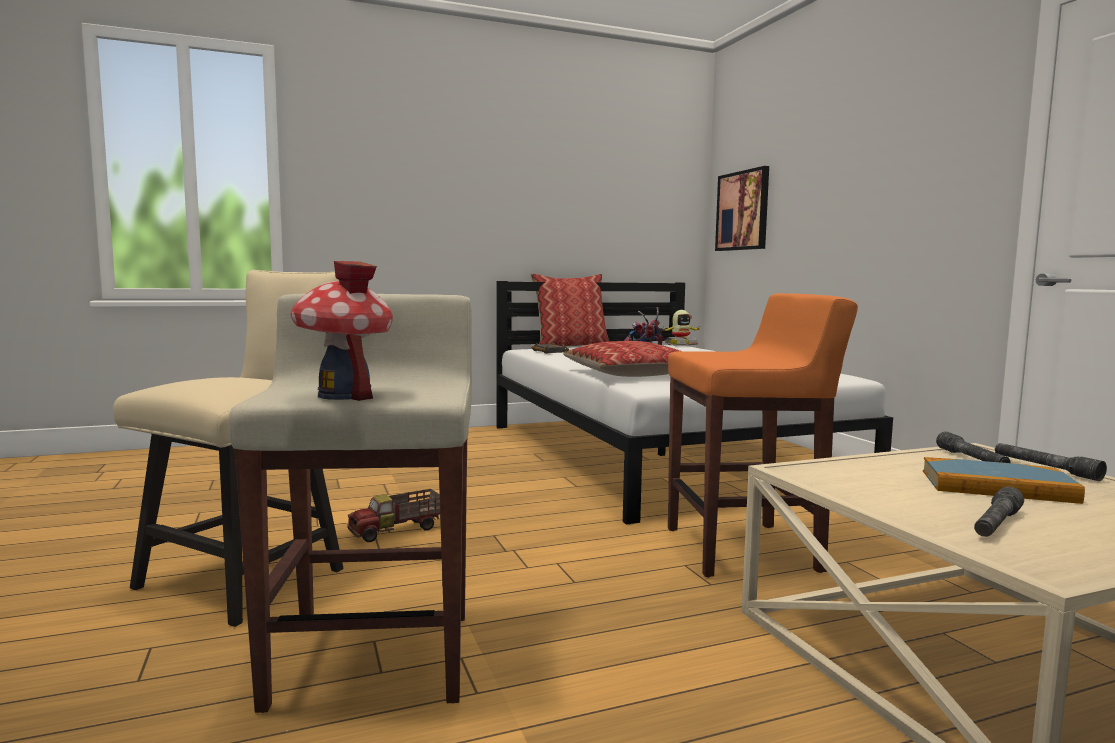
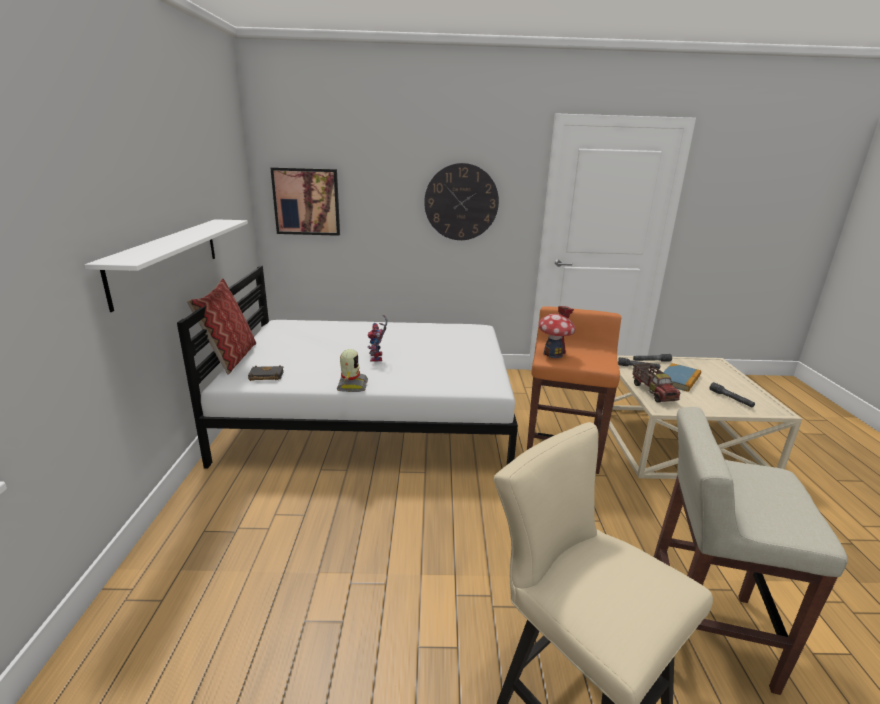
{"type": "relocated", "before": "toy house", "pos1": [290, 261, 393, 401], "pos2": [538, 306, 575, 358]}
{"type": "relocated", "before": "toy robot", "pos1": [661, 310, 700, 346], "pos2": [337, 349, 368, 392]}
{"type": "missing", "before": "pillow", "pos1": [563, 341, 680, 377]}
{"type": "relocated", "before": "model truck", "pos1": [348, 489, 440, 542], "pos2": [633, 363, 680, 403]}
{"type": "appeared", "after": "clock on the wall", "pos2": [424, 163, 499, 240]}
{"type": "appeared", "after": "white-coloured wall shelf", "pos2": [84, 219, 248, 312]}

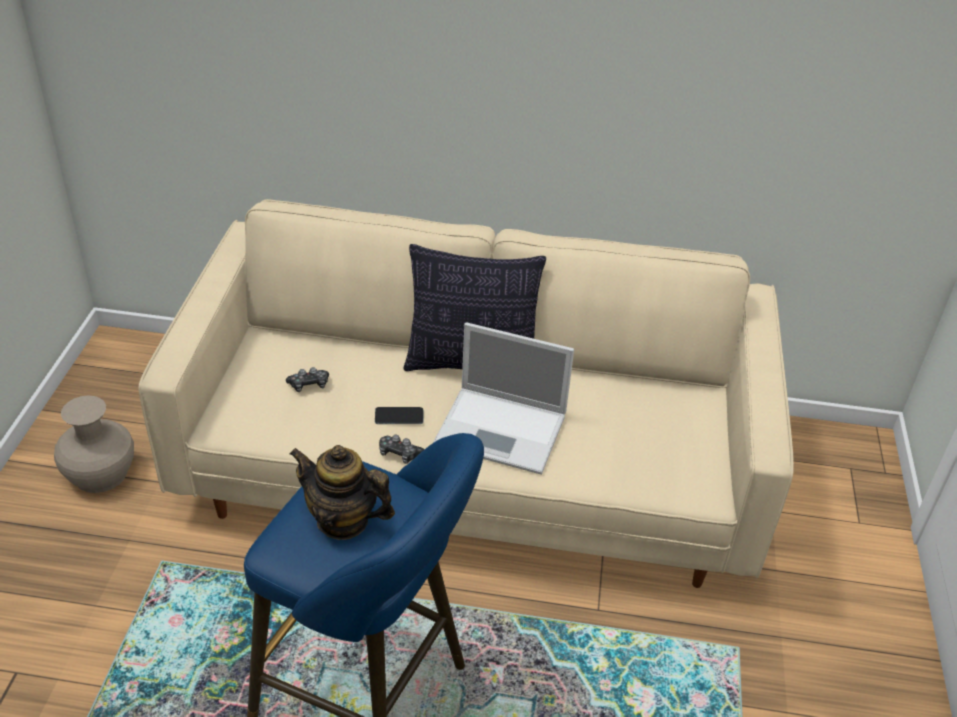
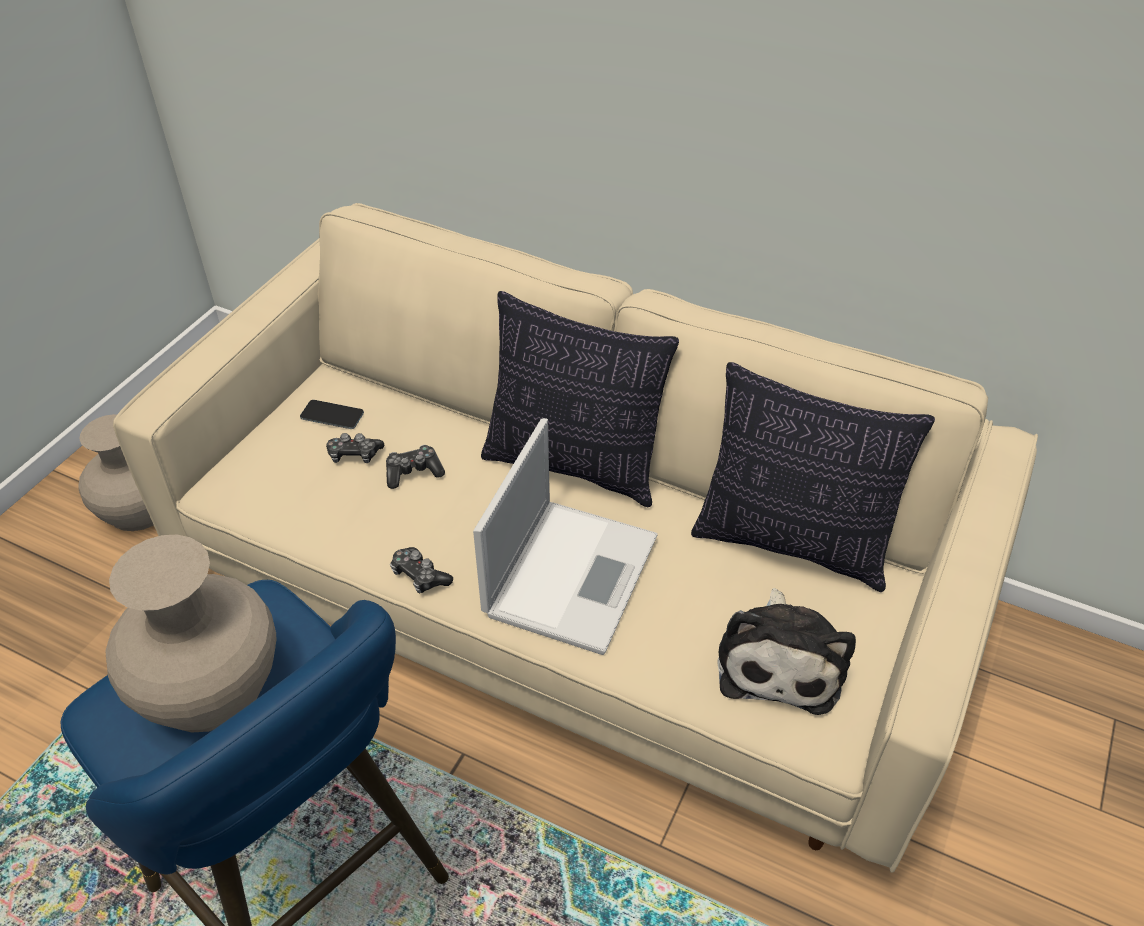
{"type": "spun", "before": "portable computer", "pos1": [433, 322, 574, 475], "pos2": [473, 418, 658, 655], "turn": -105}
{"type": "relocated", "before": "telephone", "pos1": [375, 407, 423, 424], "pos2": [300, 400, 364, 429]}
{"type": "exchanged", "before": "pot for tea", "after": "beige vase", "pos1": [290, 445, 395, 540], "pos2": [105, 535, 276, 733]}
{"type": "appeared", "after": "pillow", "pos2": [691, 362, 935, 592]}
{"type": "appeared", "after": "joypad", "pos2": [386, 445, 445, 489]}
{"type": "appeared", "after": "soft toy", "pos2": [717, 588, 856, 715]}

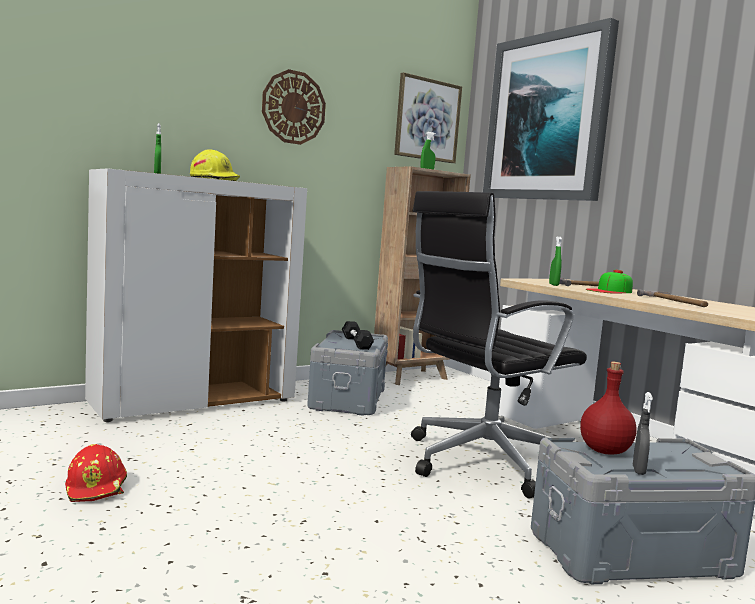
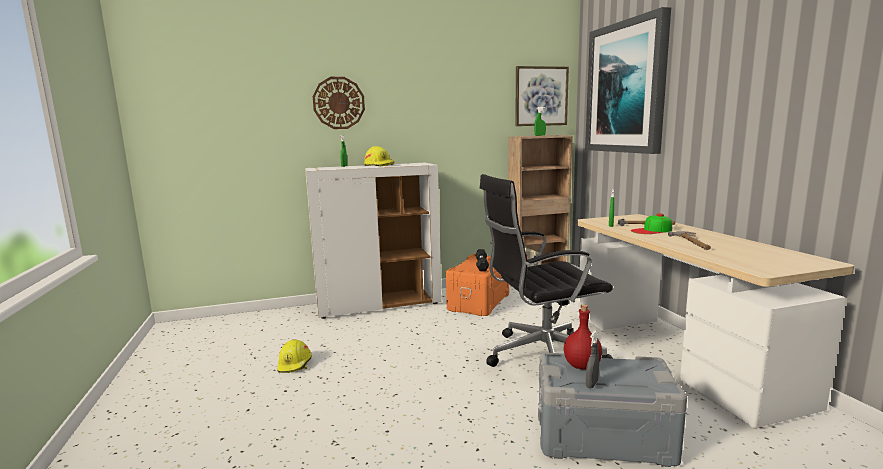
{"type": "relocated", "before": "clock on the wall", "pos1": [262, 69, 326, 145], "pos2": [313, 77, 365, 129]}
{"type": "colour", "before": "grey storage box", "after": "orange storage box", "pos1": [307, 330, 388, 416], "pos2": [446, 254, 509, 316]}
{"type": "colour", "before": "red work helmet", "after": "yellow work helmet", "pos1": [65, 444, 127, 502], "pos2": [277, 339, 312, 373]}

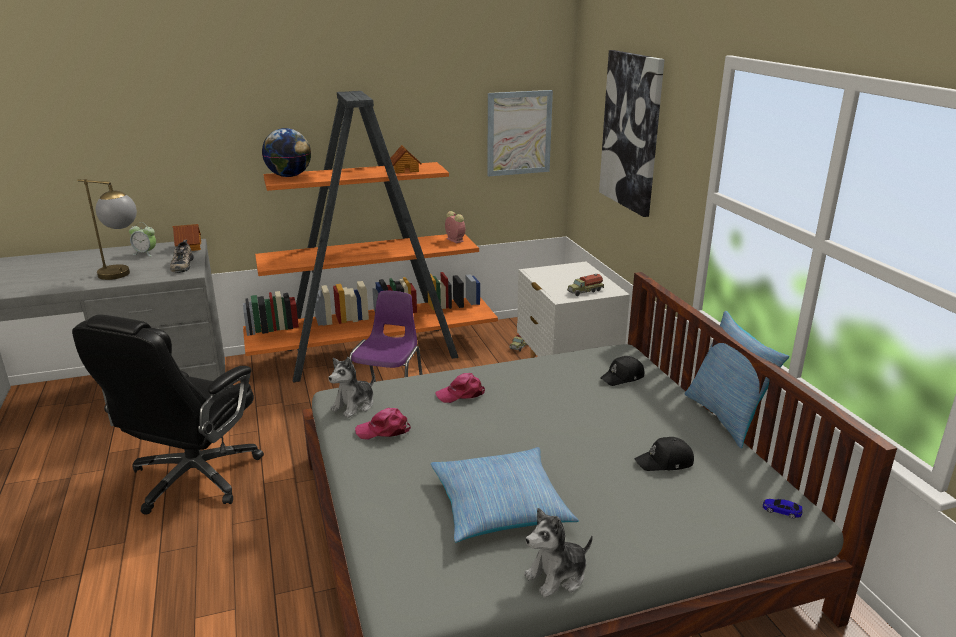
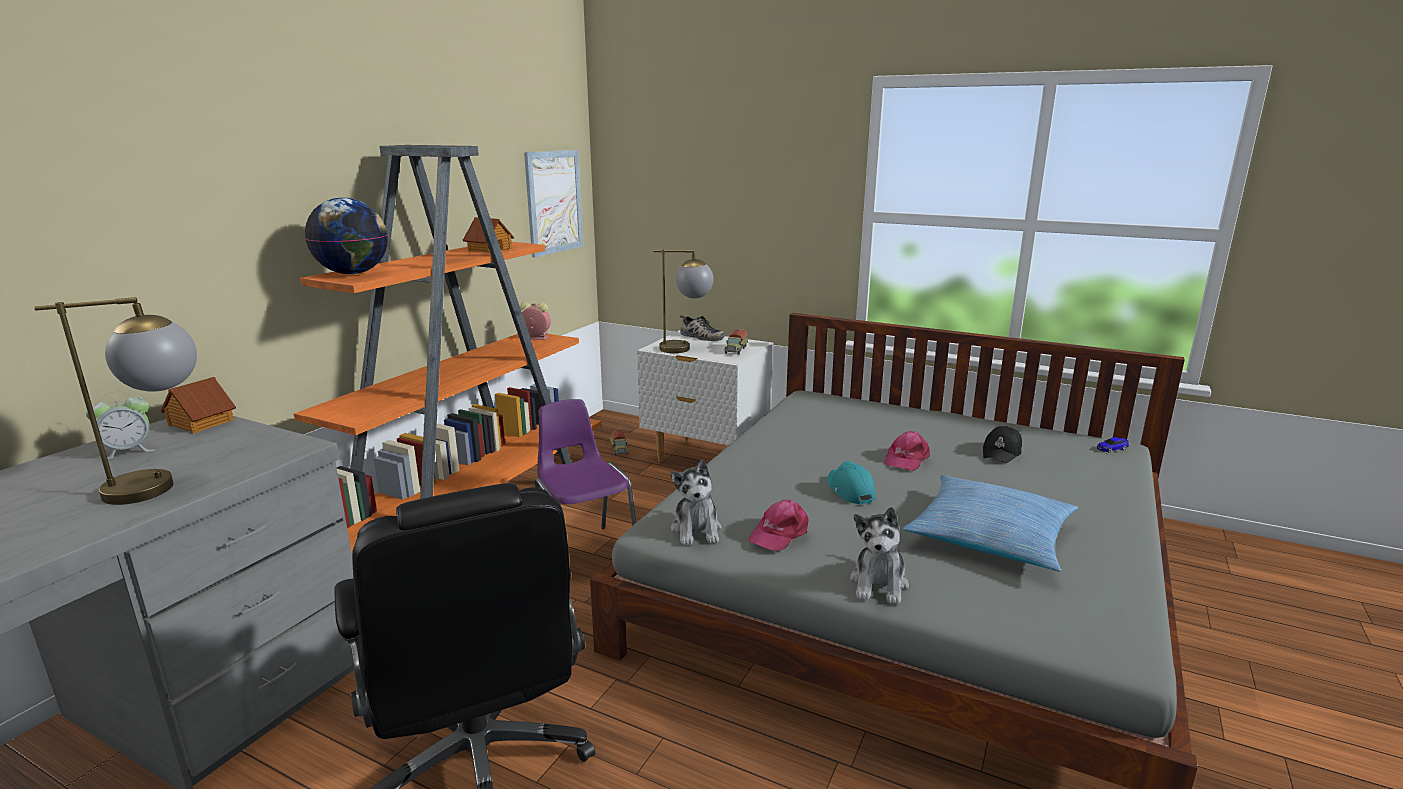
{"type": "missing", "before": "wall art", "pos1": [599, 50, 665, 217]}
{"type": "relocated", "before": "item of footwear", "pos1": [170, 240, 194, 273], "pos2": [680, 315, 725, 341]}
{"type": "missing", "before": "pillow", "pos1": [685, 311, 790, 448]}
{"type": "missing", "before": "blackish peaked cap", "pos1": [600, 356, 644, 386]}
{"type": "relocated", "before": "pink peaked cap", "pos1": [435, 373, 485, 403], "pos2": [885, 431, 930, 471]}
{"type": "relocated", "before": "soft toy", "pos1": [524, 508, 593, 598], "pos2": [850, 507, 909, 604]}
{"type": "appeared", "after": "lamp for a table", "pos2": [654, 249, 714, 353]}
{"type": "appeared", "after": "turquoise peaked cap", "pos2": [827, 461, 876, 504]}

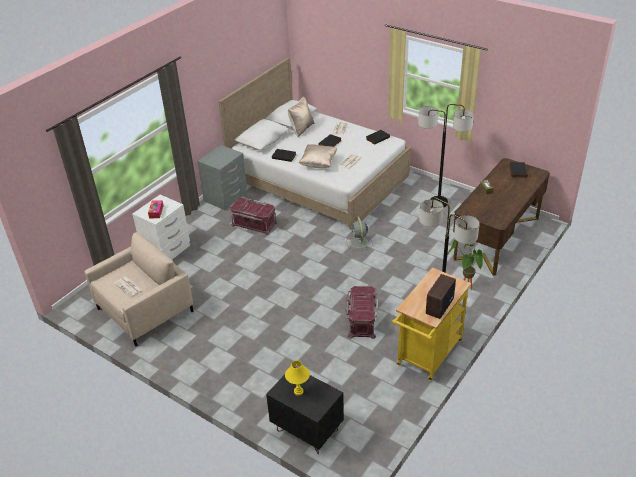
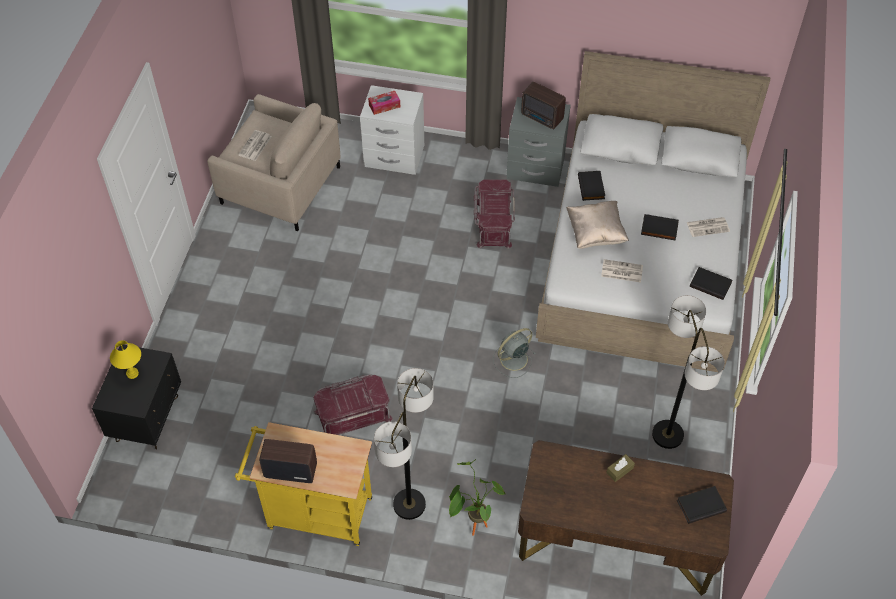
{"type": "missing", "before": "beige pillow", "pos1": [288, 97, 314, 137]}
{"type": "appeared", "after": "radio receiver", "pos2": [521, 82, 566, 129]}

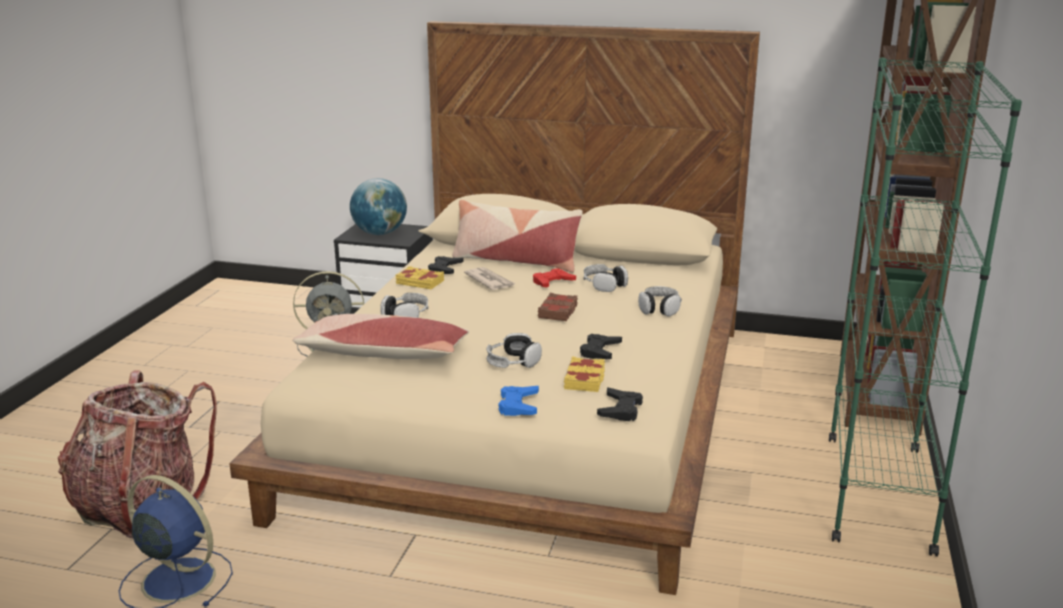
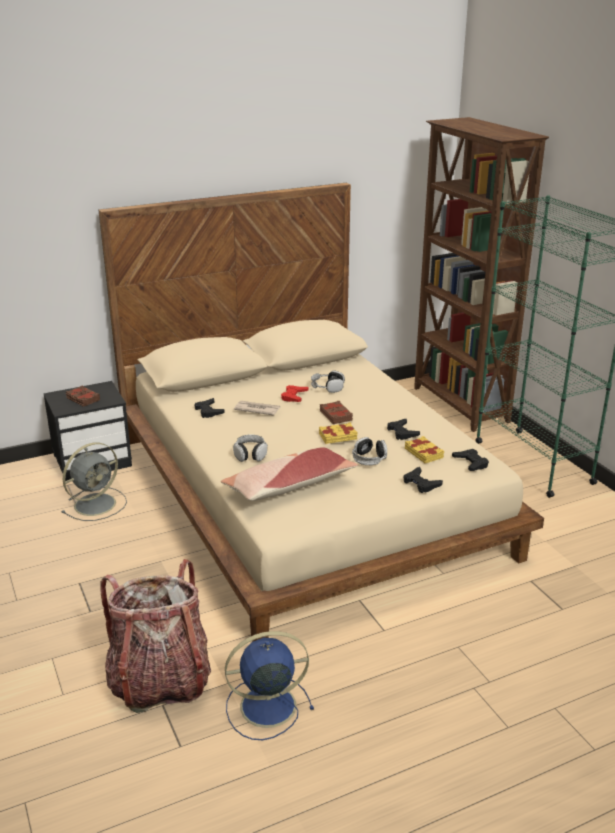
{"type": "exchanged", "before": "desk globe", "after": "brown-coloured book", "pos1": [350, 178, 407, 235], "pos2": [66, 385, 100, 407]}
{"type": "missing", "before": "pillow", "pos1": [452, 200, 583, 273]}
{"type": "relocated", "before": "yellow book", "pos1": [396, 266, 444, 289], "pos2": [319, 422, 358, 444]}
{"type": "missing", "before": "headset", "pos1": [638, 286, 682, 317]}
{"type": "colour", "before": "bluish joypad", "after": "blackish joypad", "pos1": [498, 386, 539, 416], "pos2": [403, 467, 443, 493]}

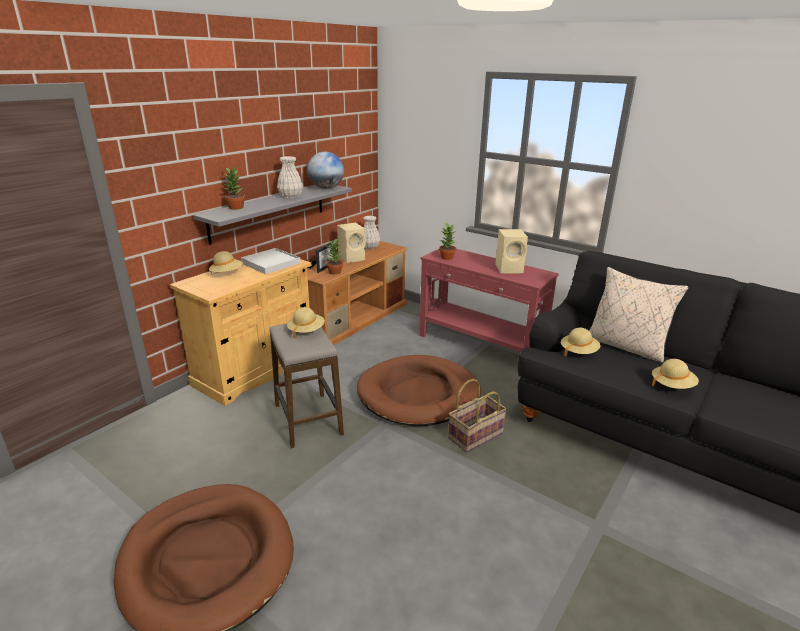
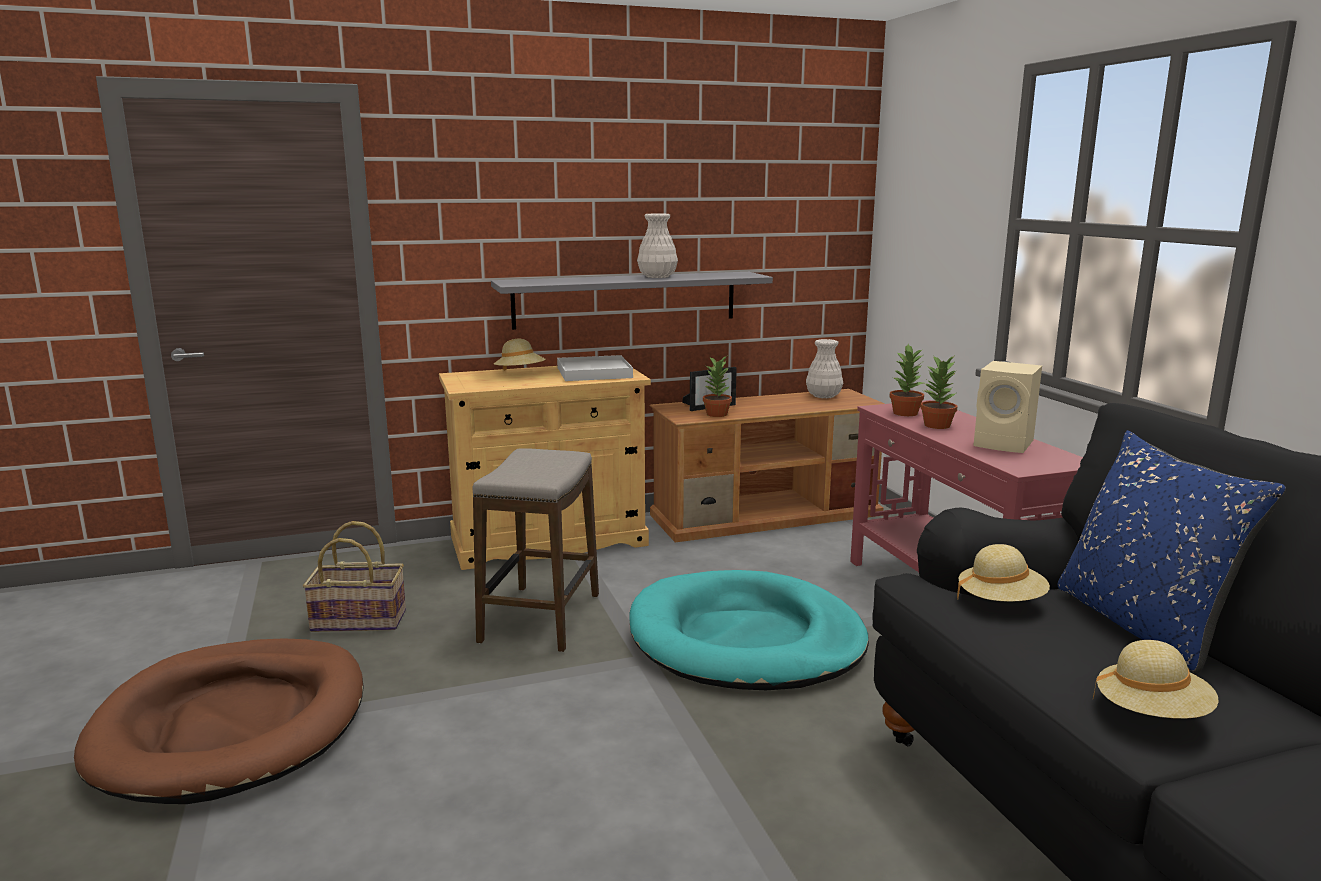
{"type": "missing", "before": "desk globe", "pos1": [307, 152, 344, 189]}
{"type": "relocated", "before": "houseplant", "pos1": [224, 167, 245, 210], "pos2": [920, 355, 958, 429]}
{"type": "missing", "before": "beige audio speaker", "pos1": [337, 223, 366, 263]}
{"type": "colour", "before": "beige pillow", "after": "bluish pillow", "pos1": [589, 267, 688, 363], "pos2": [1057, 430, 1286, 674]}
{"type": "missing", "before": "beige hat", "pos1": [287, 307, 325, 339]}
{"type": "colour", "before": "brown-coloured pet bed", "after": "turquoise pet bed", "pos1": [357, 355, 481, 426], "pos2": [629, 570, 869, 690]}
{"type": "relocated", "before": "storage basket", "pos1": [448, 379, 507, 452], "pos2": [303, 521, 406, 632]}

